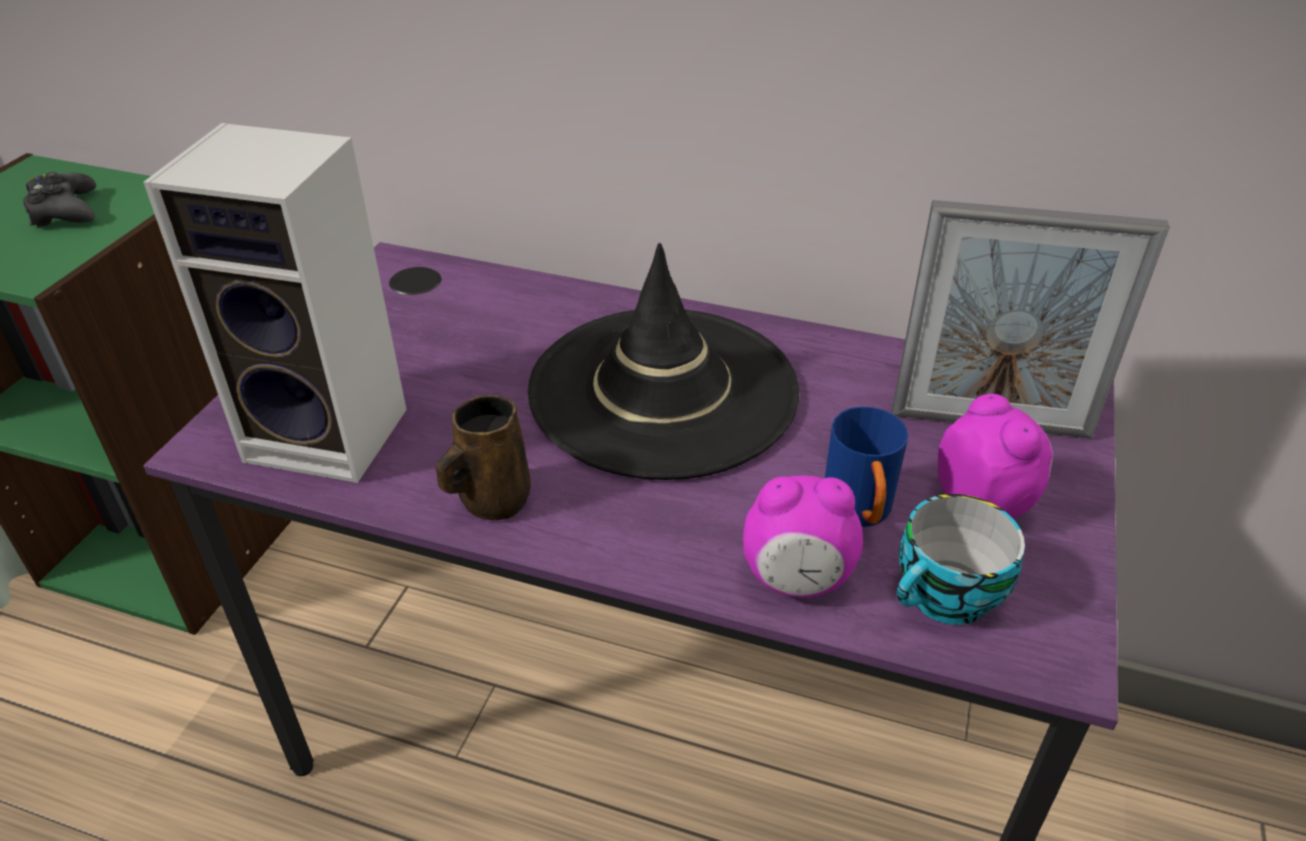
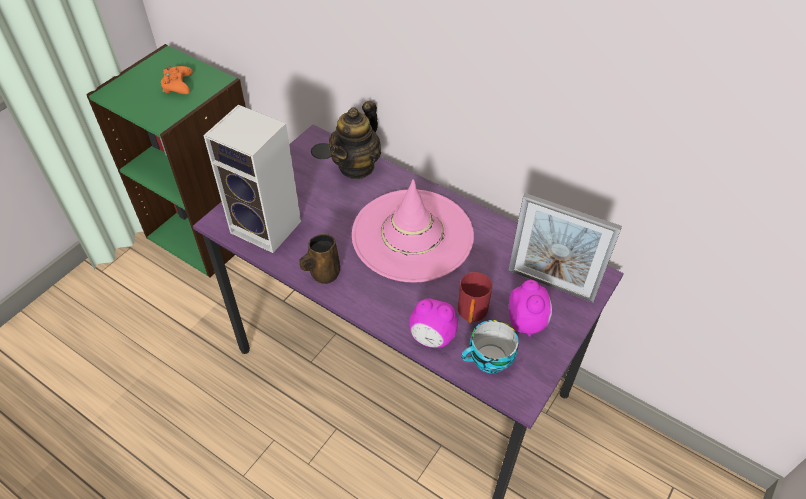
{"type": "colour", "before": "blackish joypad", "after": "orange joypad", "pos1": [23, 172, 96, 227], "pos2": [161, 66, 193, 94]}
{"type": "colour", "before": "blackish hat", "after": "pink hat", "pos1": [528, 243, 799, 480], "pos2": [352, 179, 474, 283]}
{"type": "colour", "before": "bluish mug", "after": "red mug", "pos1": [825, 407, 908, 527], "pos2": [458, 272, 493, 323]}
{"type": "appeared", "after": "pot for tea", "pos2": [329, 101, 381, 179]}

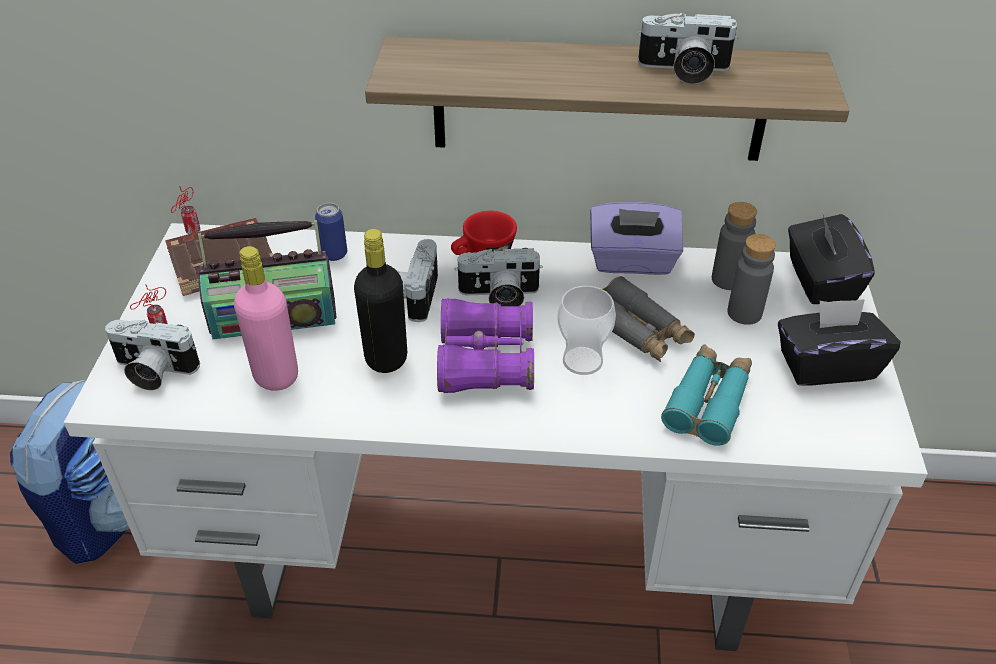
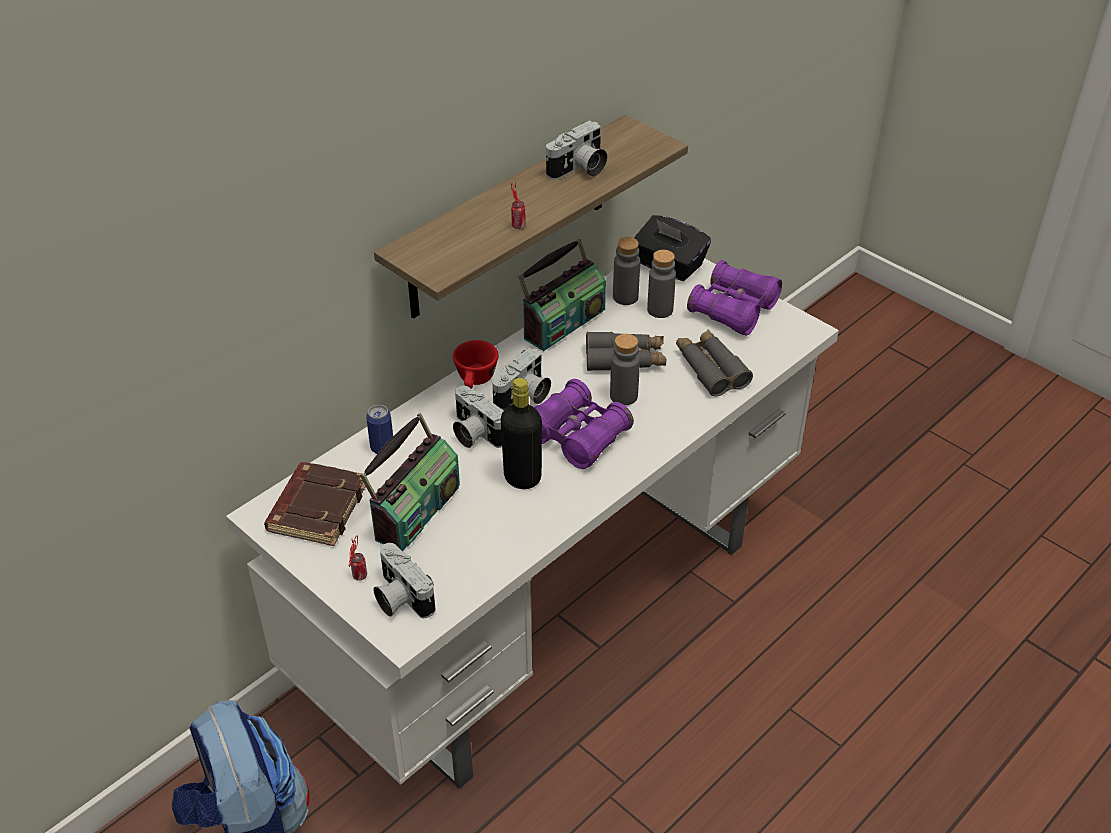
{"type": "relocated", "before": "sealed can", "pos1": [171, 186, 200, 234], "pos2": [511, 182, 526, 229]}
{"type": "exchanged", "before": "purplish tissue box", "after": "radio receiver", "pos1": [590, 202, 683, 275], "pos2": [518, 238, 606, 351]}
{"type": "missing", "before": "pink beverage bottle", "pos1": [234, 246, 298, 391]}
{"type": "exchanged", "before": "drinking cup", "after": "grey beverage bottle", "pos1": [558, 286, 616, 375], "pos2": [610, 334, 640, 405]}
{"type": "exchanged", "before": "blackish tissue box", "after": "purplish pair of binoculars", "pos1": [778, 299, 901, 386], "pos2": [687, 260, 782, 336]}
{"type": "spun", "before": "still camera", "pos1": [105, 320, 200, 390], "pos2": [374, 543, 435, 618], "turn": 90}
{"type": "colour", "before": "turquoise pair of binoculars", "after": "grey pair of binoculars", "pos1": [661, 344, 752, 446], "pos2": [676, 330, 753, 396]}

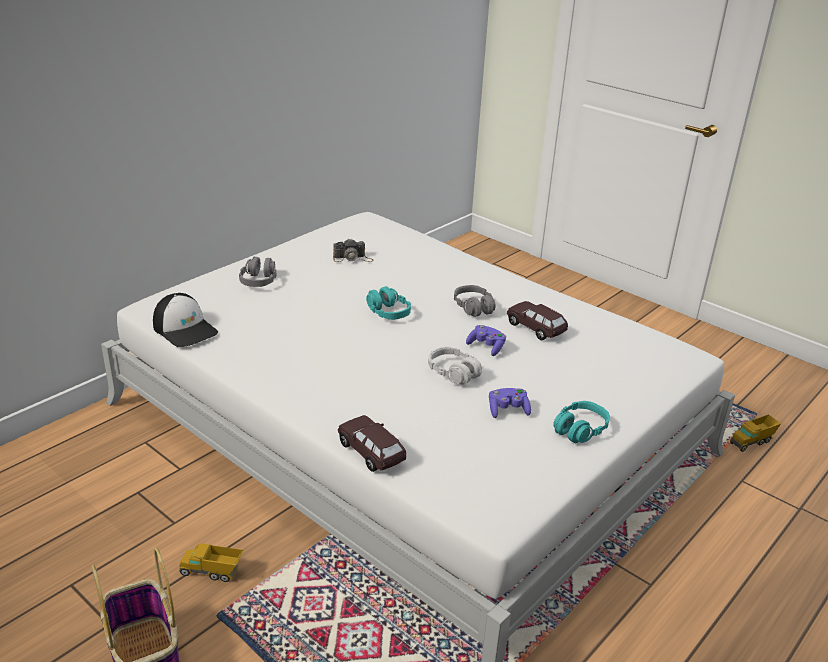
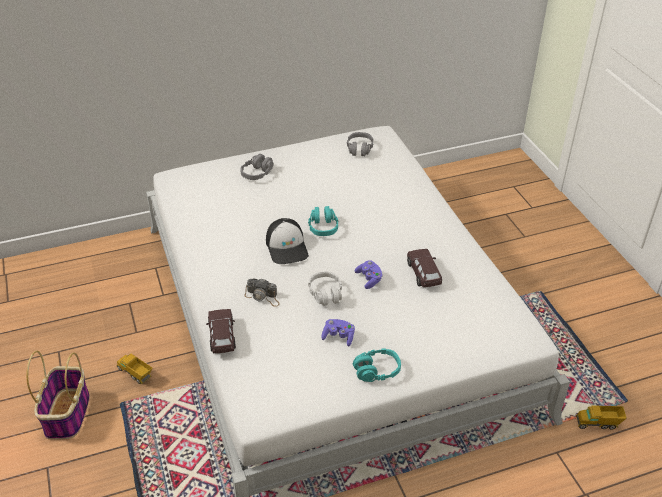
{"type": "relocated", "before": "still camera", "pos1": [333, 238, 373, 262], "pos2": [245, 278, 280, 307]}
{"type": "relocated", "before": "grey headset", "pos1": [454, 285, 496, 317], "pos2": [347, 132, 374, 156]}
{"type": "relocated", "before": "peaked cap", "pos1": [153, 293, 218, 347], "pos2": [266, 218, 309, 264]}

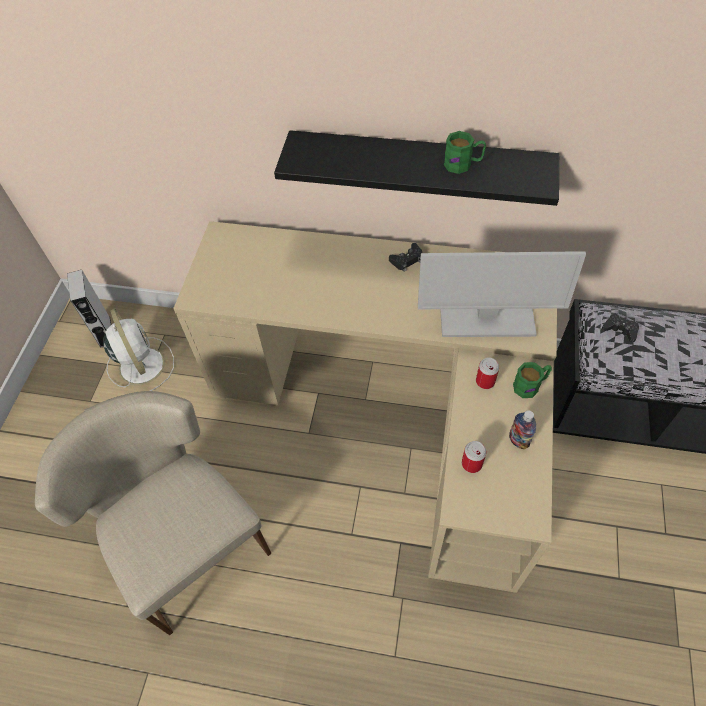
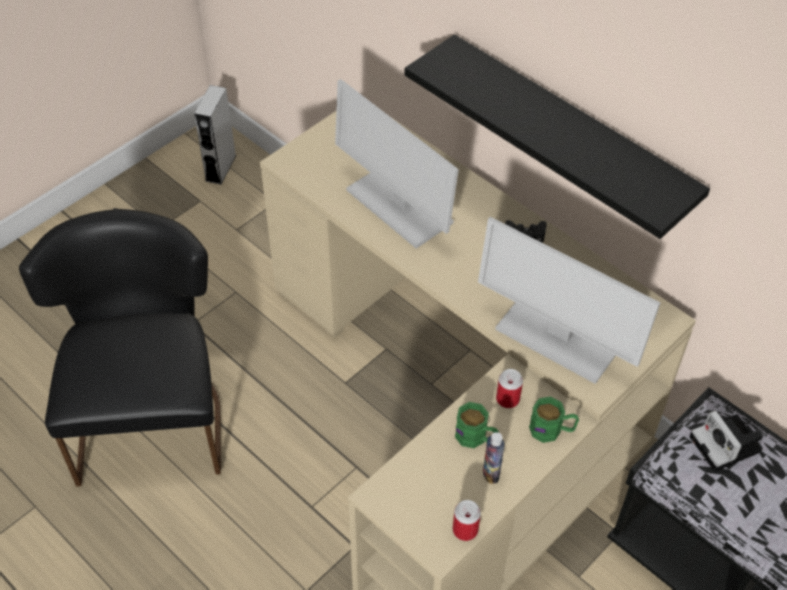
{"type": "relocated", "before": "green-coloured mug", "pos1": [444, 131, 486, 174], "pos2": [455, 402, 499, 448]}
{"type": "missing", "before": "white-coloured electric fan", "pos1": [103, 308, 174, 391]}
{"type": "exchanged", "before": "blackish joypad", "after": "still camera", "pos1": [602, 314, 639, 343], "pos2": [690, 410, 763, 472]}
{"type": "colour", "before": "beige chair", "after": "blackish chair", "pos1": [35, 391, 271, 635], "pos2": [19, 208, 221, 487]}
{"type": "relocated", "before": "sealed can", "pos1": [462, 441, 486, 473], "pos2": [453, 500, 481, 541]}
{"type": "appeared", "after": "computer screen", "pos2": [335, 79, 459, 249]}

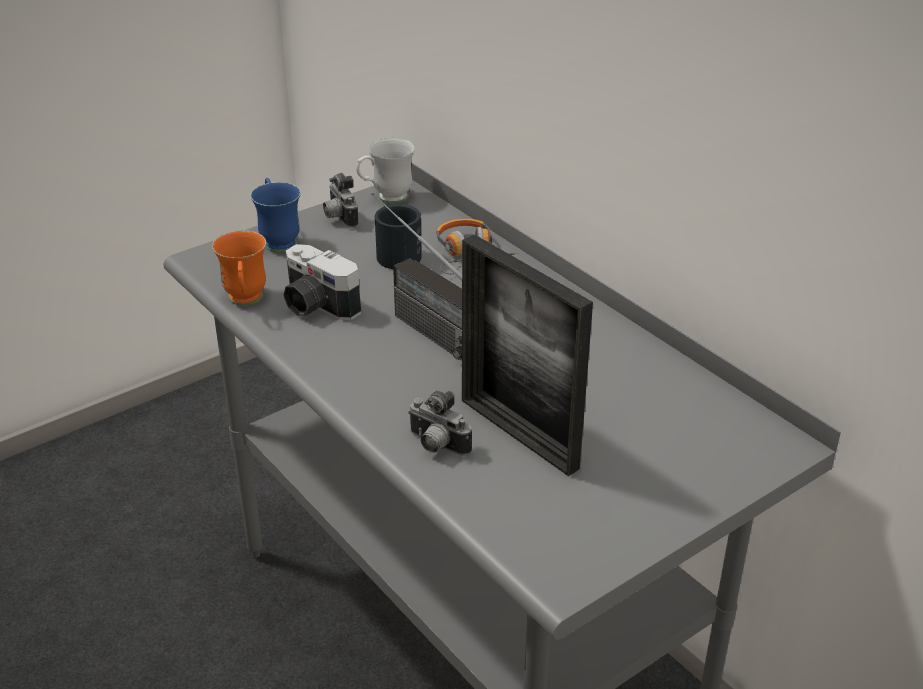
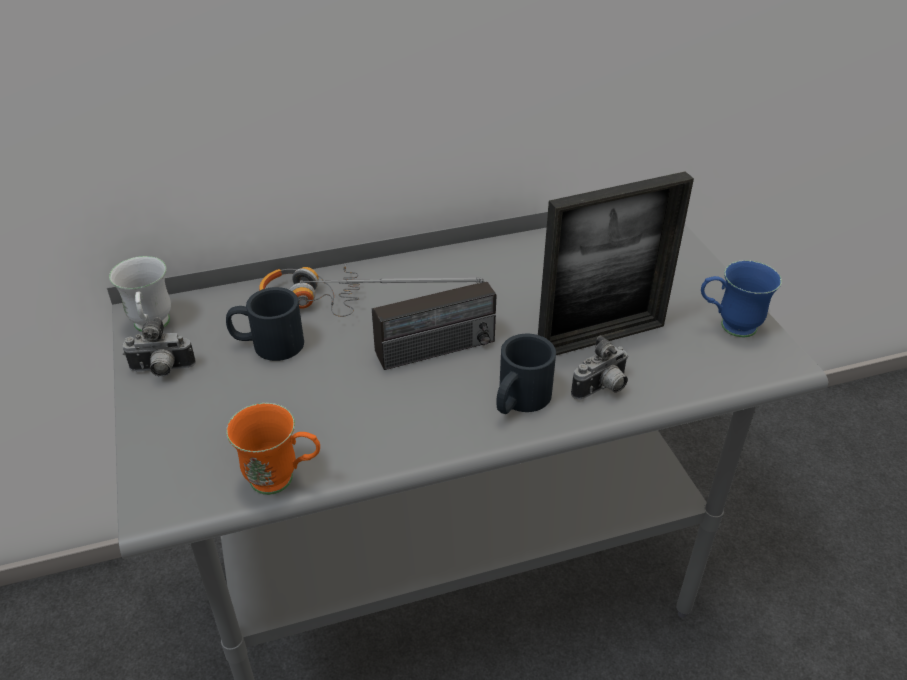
{"type": "relocated", "before": "bluish mug", "pos1": [250, 178, 301, 252], "pos2": [701, 260, 782, 337]}
{"type": "missing", "before": "still camera", "pos1": [283, 244, 361, 320]}
{"type": "appeared", "after": "blackish mug", "pos2": [497, 334, 556, 414]}

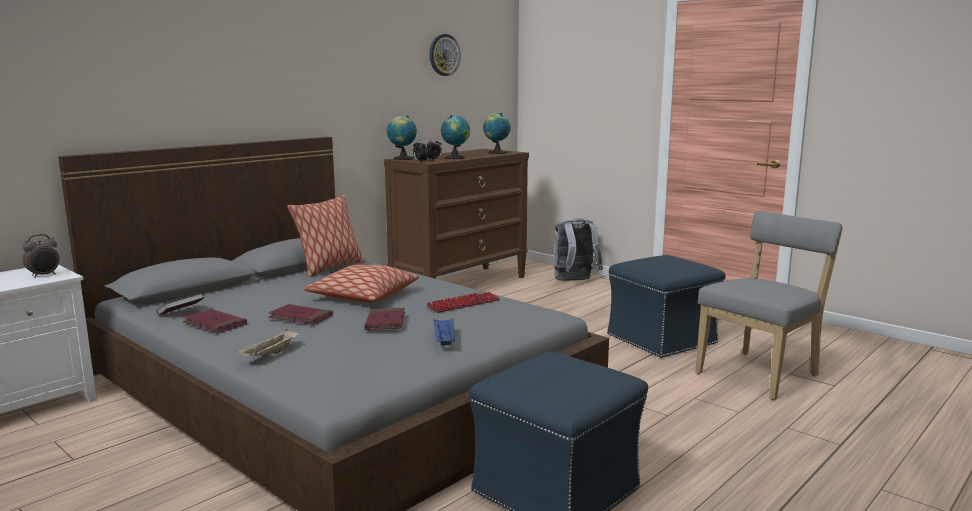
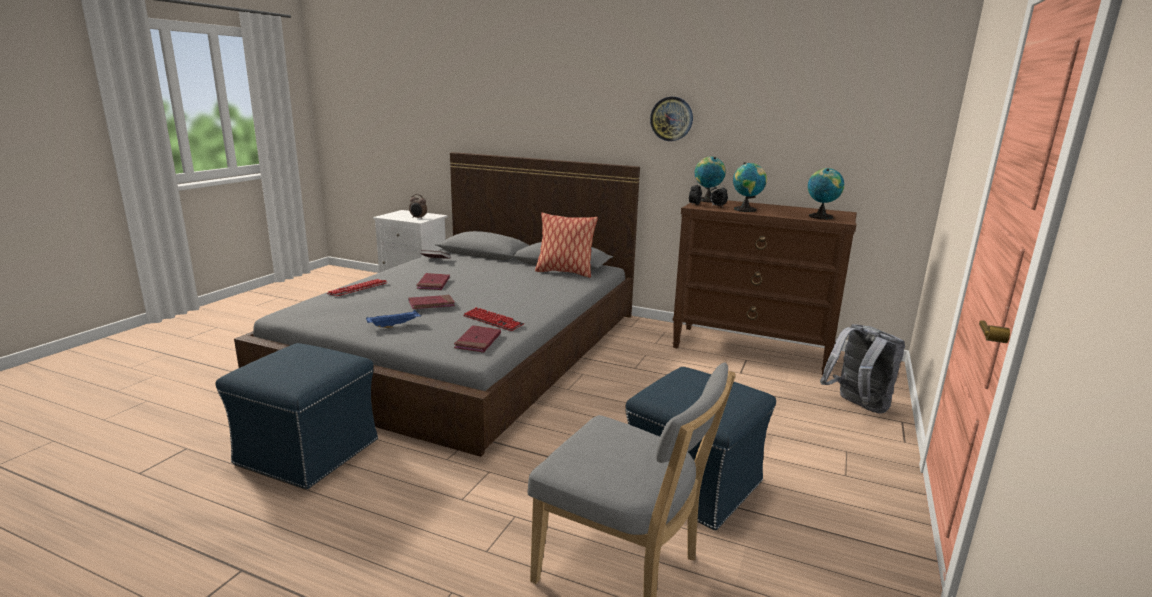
{"type": "relocated", "before": "clock on the wall", "pos1": [429, 34, 461, 76], "pos2": [650, 97, 693, 141]}
{"type": "missing", "before": "pillow", "pos1": [304, 265, 419, 303]}
{"type": "relocated", "before": "red book", "pos1": [183, 309, 247, 333], "pos2": [454, 325, 501, 353]}
{"type": "exchanged", "before": "beige carrying tray", "after": "keyboard", "pos1": [236, 329, 299, 356], "pos2": [327, 279, 388, 297]}

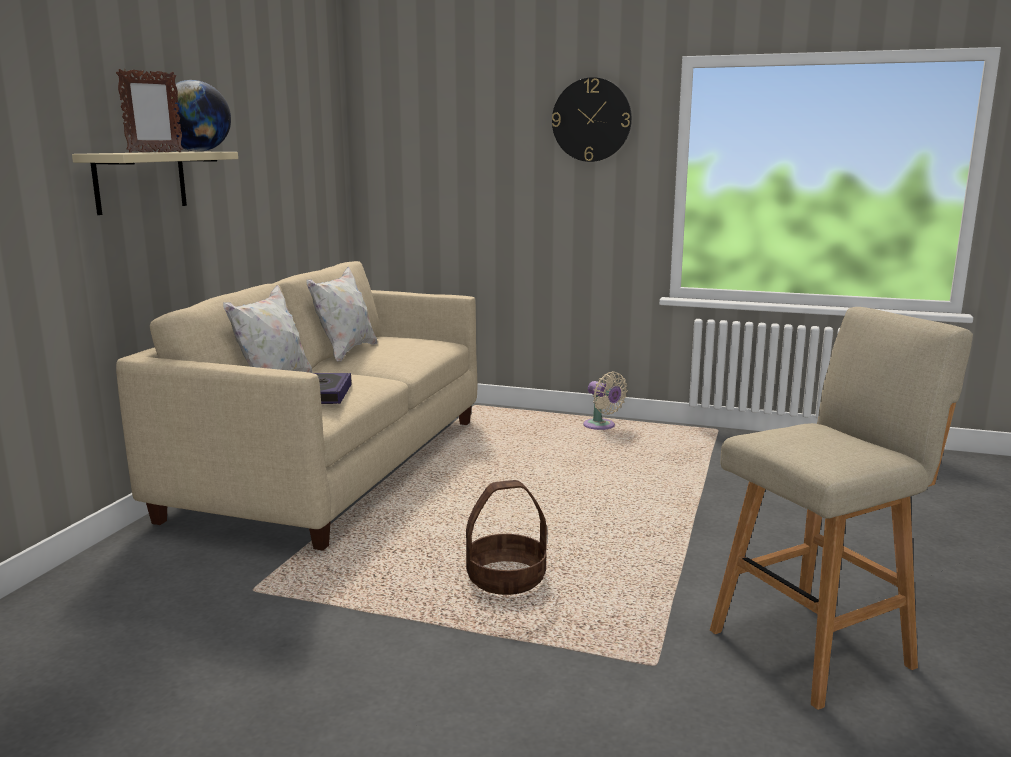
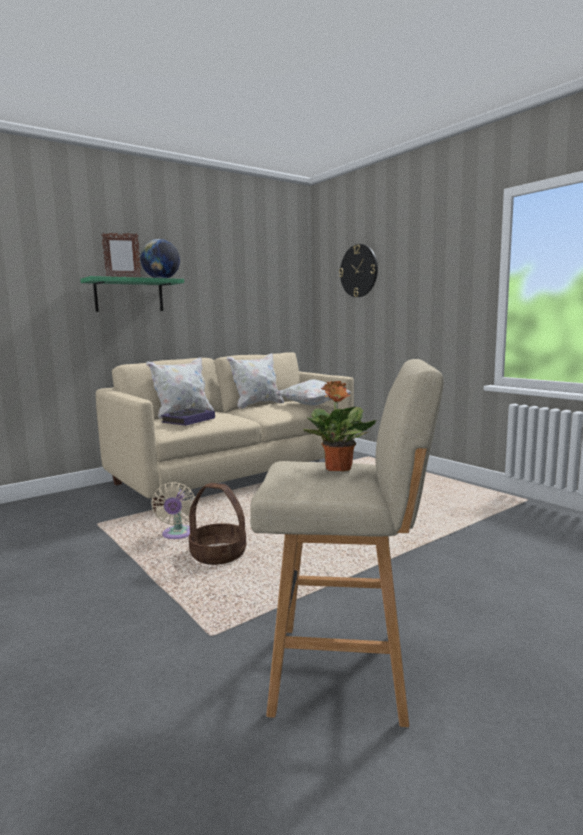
{"type": "relocated", "before": "clock on the wall", "pos1": [552, 77, 632, 162], "pos2": [339, 244, 378, 297]}
{"type": "colour", "before": "beige wall shelf", "after": "green-coloured wall shelf", "pos1": [72, 152, 238, 215], "pos2": [80, 276, 184, 312]}
{"type": "relocated", "before": "beige electric fan", "pos1": [583, 371, 628, 430], "pos2": [151, 482, 195, 539]}
{"type": "appeared", "after": "white-coloured pillow", "pos2": [275, 379, 351, 406]}
{"type": "appeared", "after": "houseplant", "pos2": [303, 381, 377, 472]}

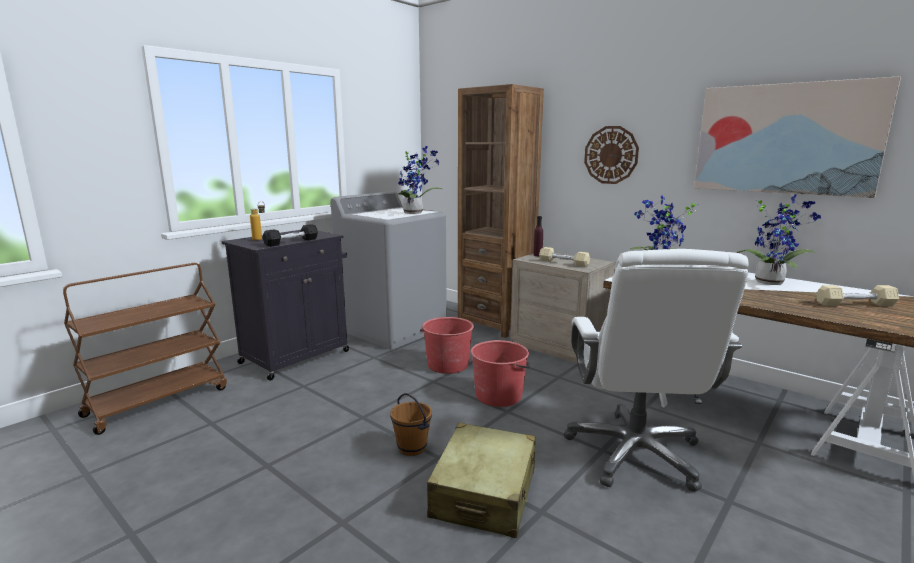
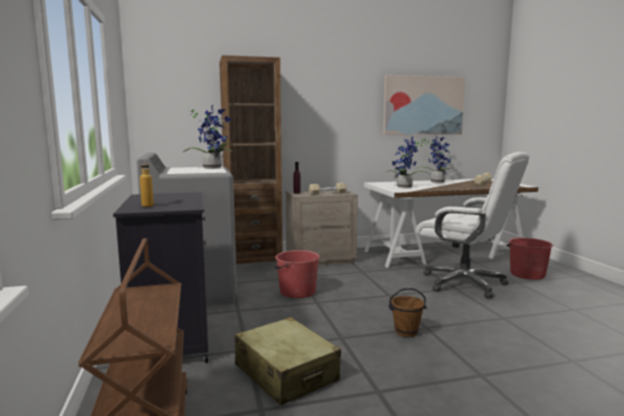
{"type": "missing", "before": "clock on the wall", "pos1": [584, 126, 639, 184]}
{"type": "missing", "before": "blackish hand weight", "pos1": [262, 224, 318, 246]}
{"type": "relocated", "before": "red bucket", "pos1": [470, 340, 530, 407], "pos2": [506, 238, 553, 280]}
{"type": "relocated", "before": "beige travel case", "pos1": [427, 423, 536, 538], "pos2": [235, 317, 341, 406]}

